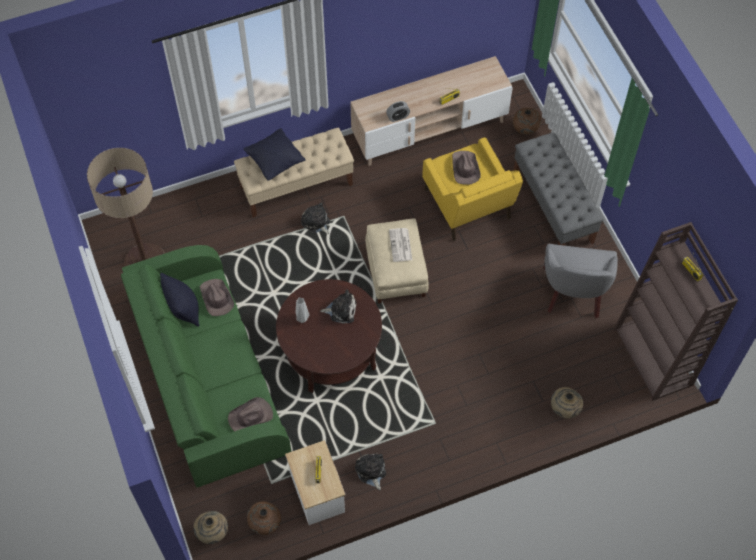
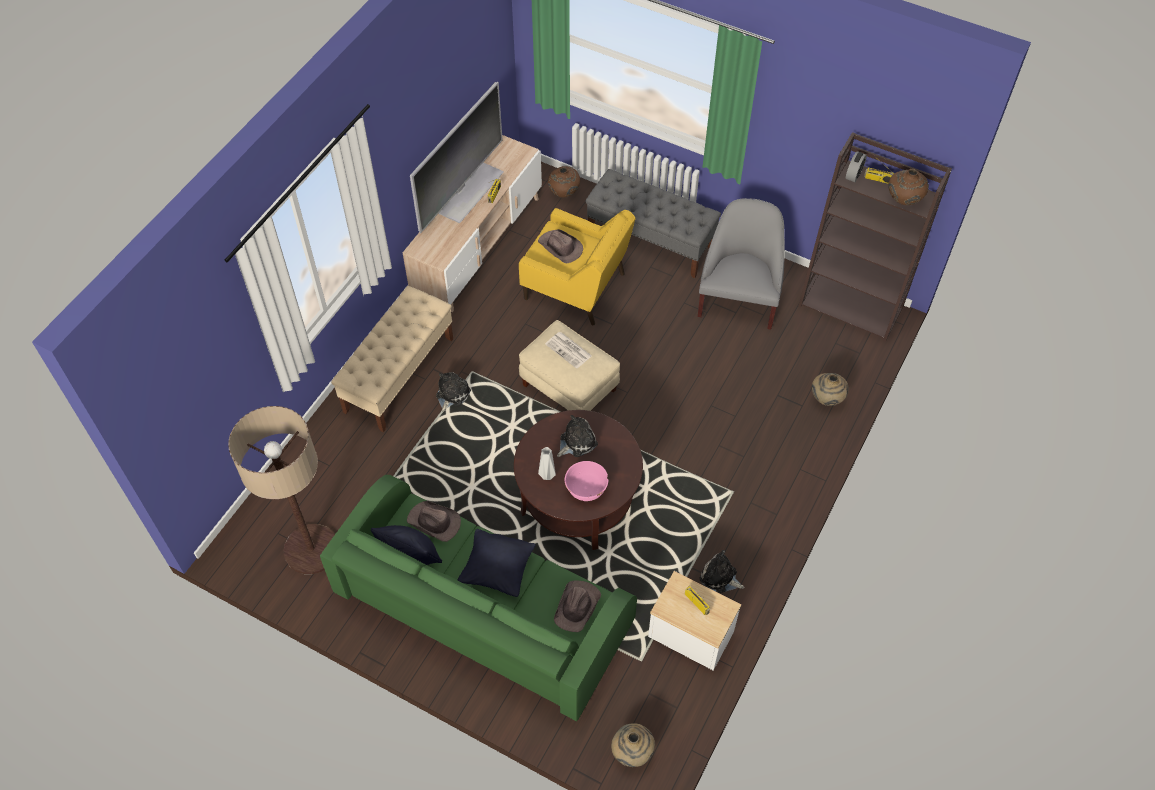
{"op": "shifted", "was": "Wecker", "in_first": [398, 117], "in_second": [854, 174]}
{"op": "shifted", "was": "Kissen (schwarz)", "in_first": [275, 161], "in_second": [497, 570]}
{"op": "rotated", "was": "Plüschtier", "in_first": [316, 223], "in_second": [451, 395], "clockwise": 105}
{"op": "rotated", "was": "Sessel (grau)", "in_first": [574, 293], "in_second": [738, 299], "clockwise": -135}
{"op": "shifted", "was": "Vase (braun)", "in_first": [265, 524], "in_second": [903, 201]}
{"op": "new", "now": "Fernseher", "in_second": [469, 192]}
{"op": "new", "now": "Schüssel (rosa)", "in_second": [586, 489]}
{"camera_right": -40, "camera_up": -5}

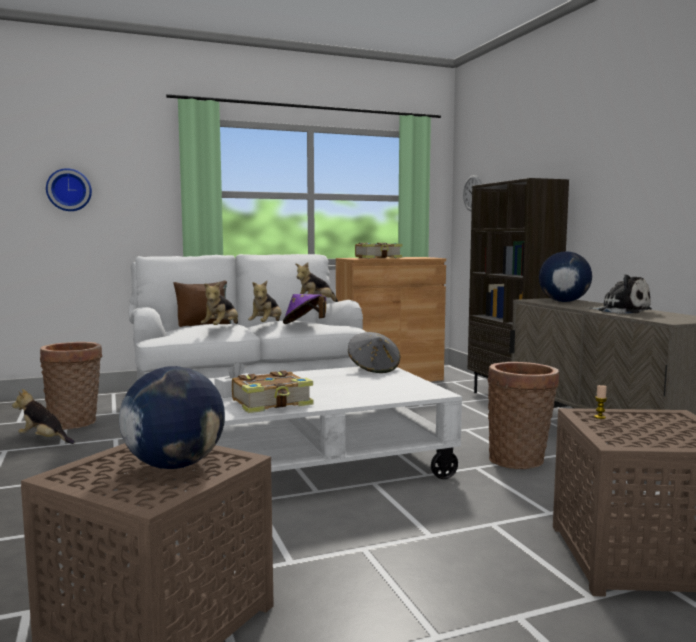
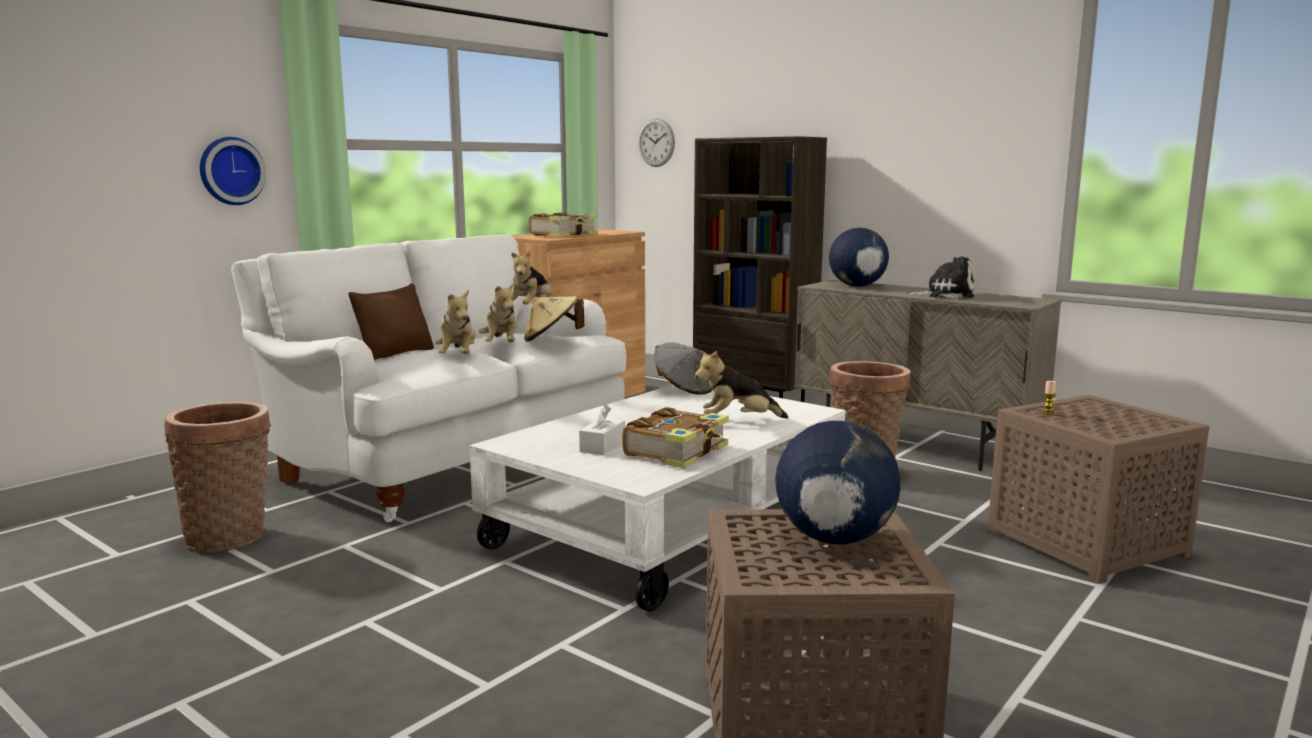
{"op": "shifted", "was": "Wanduhr", "in_first": [69, 190], "in_second": [230, 171]}
{"op": "repainted", "was": "Hut (lila)", "now": "Hut (beige)", "in_first": [303, 324], "in_second": [552, 339]}
{"op": "shifted", "was": "Plüschtier", "in_first": [44, 440], "in_second": [738, 421]}
{"camera_right": -30, "camera_up": 5}

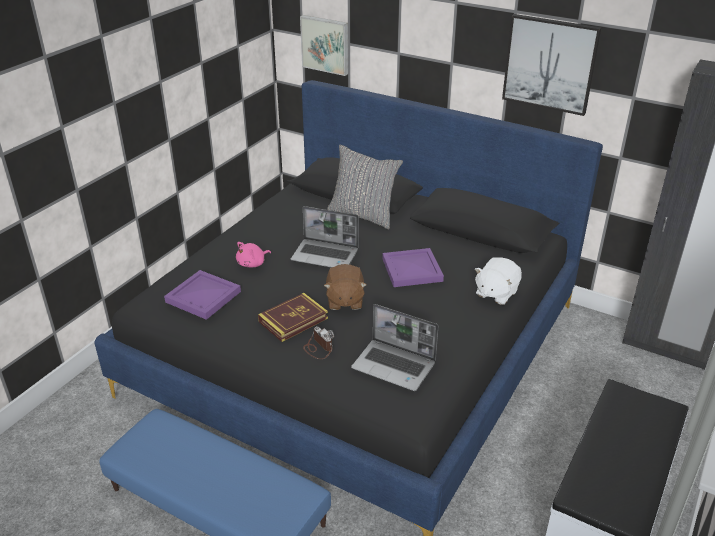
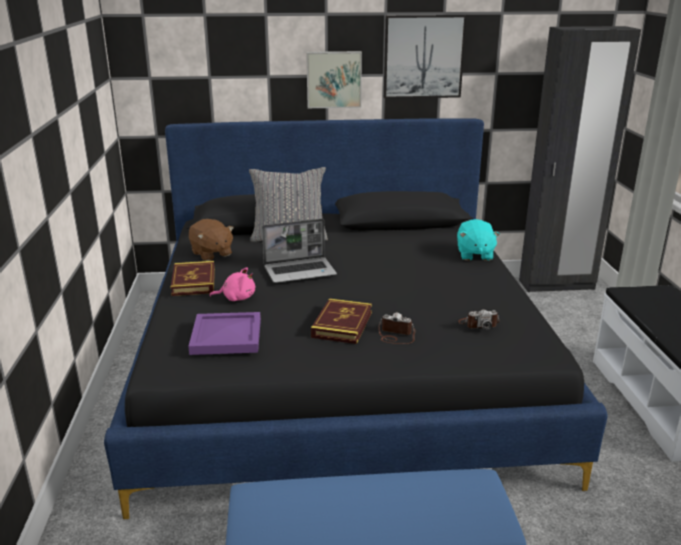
{"op": "shifted", "was": "Bild", "in_first": [326, 44], "in_second": [333, 79]}
{"op": "rotated", "was": "Plüschtier (rosa)", "in_first": [252, 263], "in_second": [236, 298], "clockwise": -105}
{"op": "gone", "was": "Tablett (lila)", "in_first": [411, 269]}
{"op": "repainted", "was": "Plüschtier (weiß)", "now": "Plüschtier (türkis)", "in_first": [496, 293], "in_second": [474, 255]}
{"op": "shifted", "was": "Plüschtier (braun)", "in_first": [344, 300], "in_second": [211, 254]}
{"op": "swapped", "was": "Laptop", "now": "Kamera", "in_first": [395, 366], "in_second": [478, 324]}
{"op": "new", "now": "Buch", "in_second": [194, 282]}
{"camera_right": -35, "camera_up": -10}

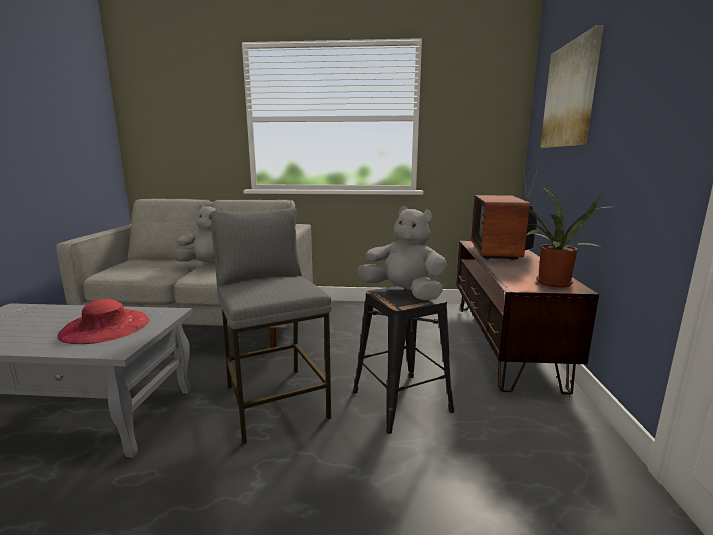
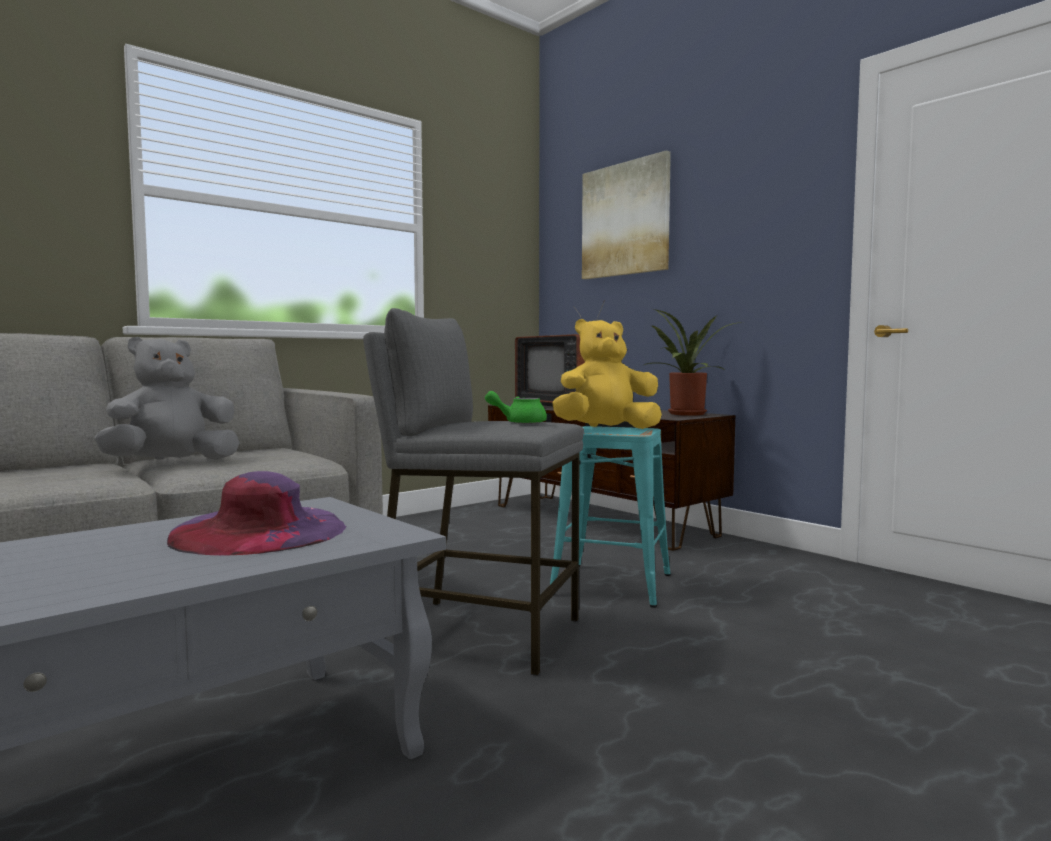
{"op": "repainted", "was": "Plüschtier (grau)", "now": "Plüschtier (gelb)", "in_first": [403, 293], "in_second": [606, 429]}
{"op": "repainted", "was": "Hocker (schwarz)", "now": "Hocker (türkis)", "in_first": [402, 401], "in_second": [612, 584]}
{"op": "repainted", "was": "Hut (rot)", "now": "Hut (lila)", "in_first": [105, 326], "in_second": [259, 531]}
{"op": "new", "now": "Teekanne (grün)", "in_second": [519, 422]}
{"camera_right": -45, "camera_up": -10}

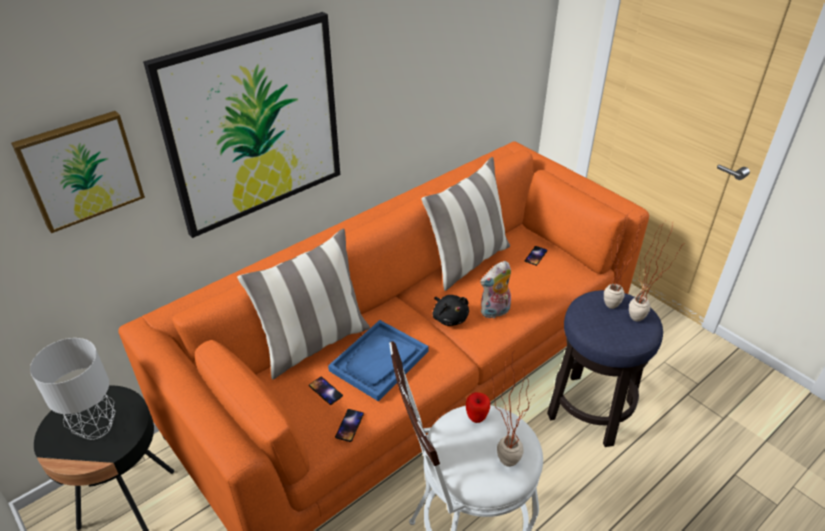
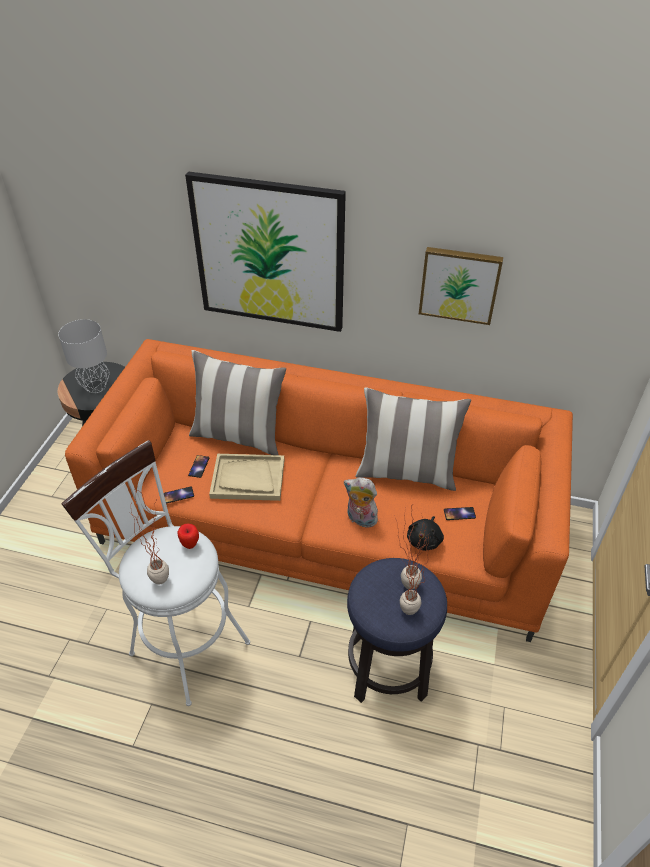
{"op": "shifted", "was": "Bild", "in_first": [80, 169], "in_second": [459, 284]}
{"op": "shifted", "was": "Plüschtier (schwarz)", "in_first": [449, 317], "in_second": [424, 540]}
{"op": "repainted", "was": "Tablett (blau)", "now": "Tablett (beige)", "in_first": [379, 361], "in_second": [247, 479]}
{"camera_right": 55, "camera_up": 5}

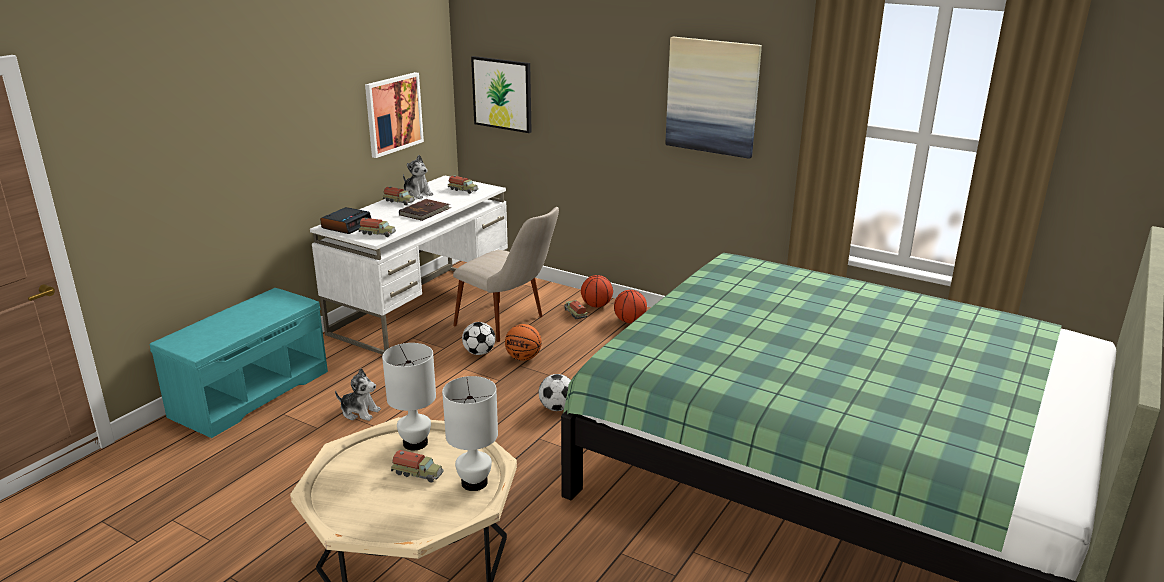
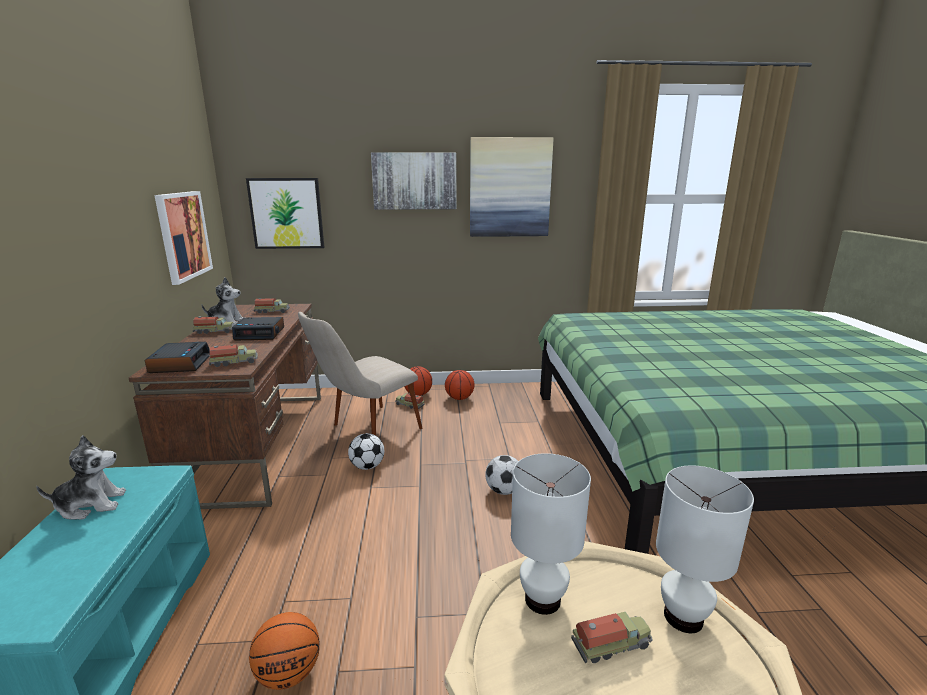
{"op": "repainted", "was": "Schreibtisch (weiß)", "now": "Schreibtisch (braun)", "in_first": [422, 308], "in_second": [257, 444]}
{"op": "swapped", "was": "Buch (braun)", "now": "Wecker", "in_first": [425, 212], "in_second": [260, 334]}
{"op": "rotated", "was": "Stuhl (beige)", "in_first": [510, 325], "in_second": [365, 431], "clockwise": 135}
{"op": "shifted", "was": "Basketball", "in_first": [523, 358], "in_second": [289, 673]}
{"op": "shifted", "was": "Plüschtier", "in_first": [359, 412], "in_second": [91, 505]}
{"op": "new", "now": "Bild", "in_second": [414, 181]}
{"camera_right": -35, "camera_up": -5}

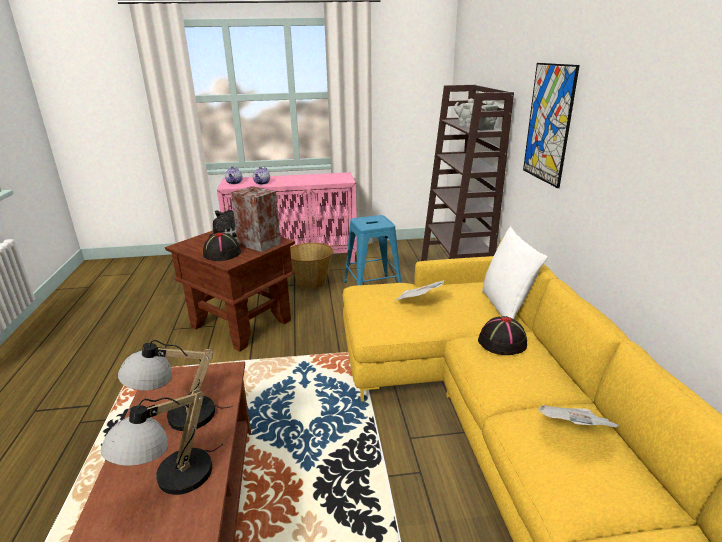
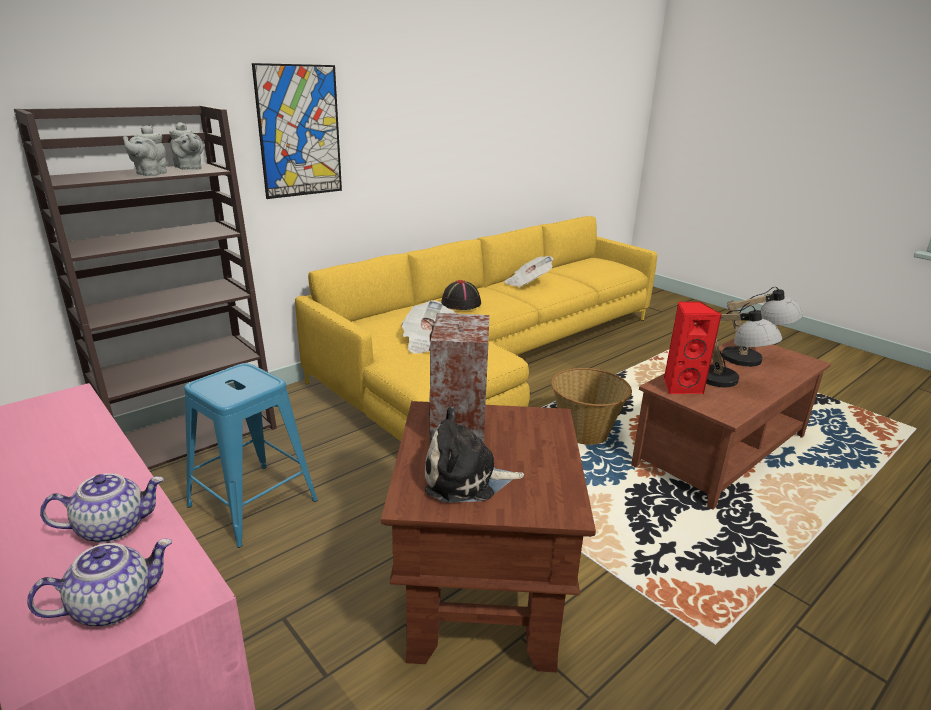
{"op": "gone", "was": "Kissen (weiß)", "in_first": [505, 307]}
{"op": "gone", "was": "Hut (schwarz)", "in_first": [222, 253]}
{"op": "shifted", "was": "Korb", "in_first": [311, 282], "in_second": [584, 433]}
{"op": "new", "now": "Lautsprecher (rot)", "in_second": [681, 386]}
{"camera_right": -125, "camera_up": 0}

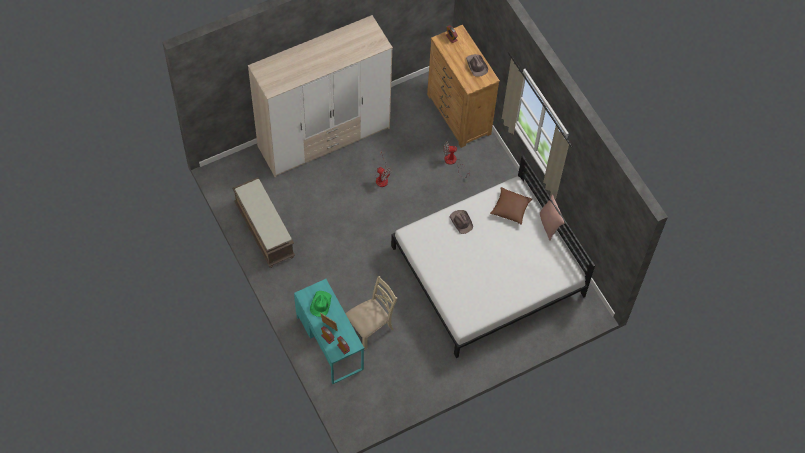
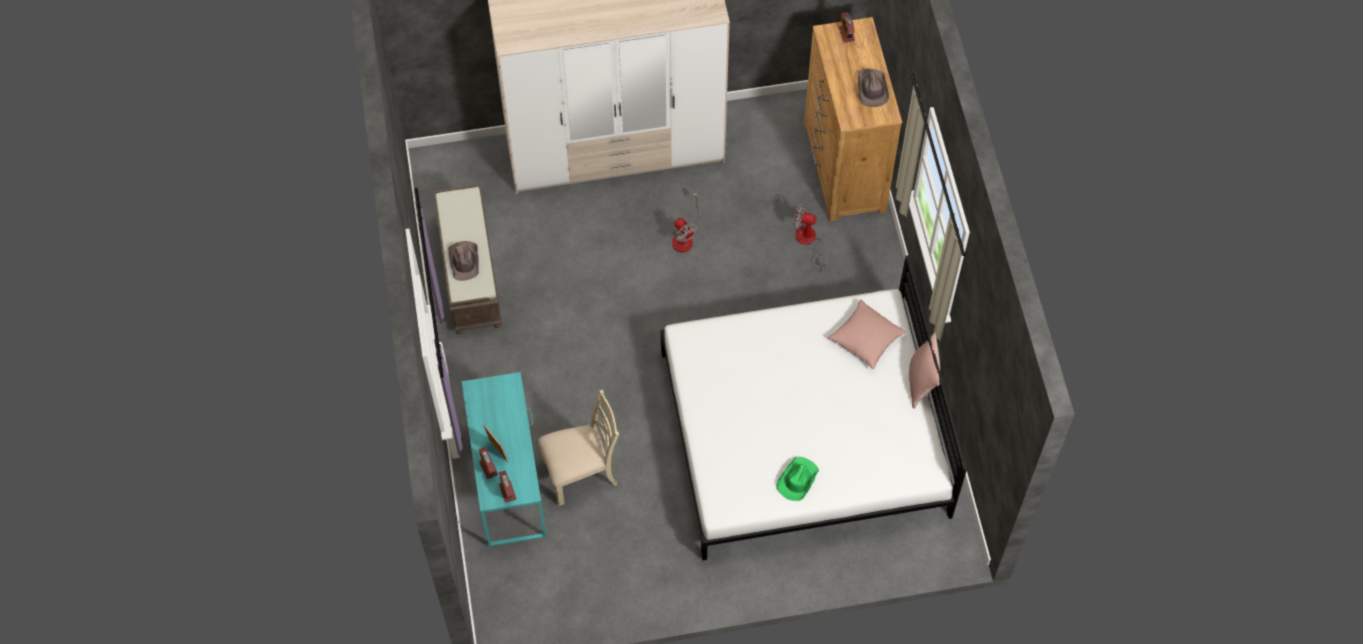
{"op": "repainted", "was": "Kissen (braun)", "now": "Kissen (rosa)", "in_first": [510, 209], "in_second": [866, 339]}
{"op": "shifted", "was": "Hut (braun)", "in_first": [461, 221], "in_second": [464, 260]}
{"op": "shifted", "was": "Hut (grün)", "in_first": [320, 304], "in_second": [797, 480]}
{"camera_right": 20, "camera_up": 0}

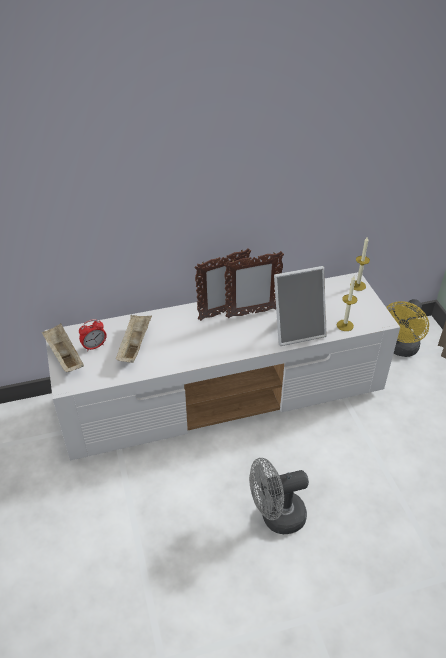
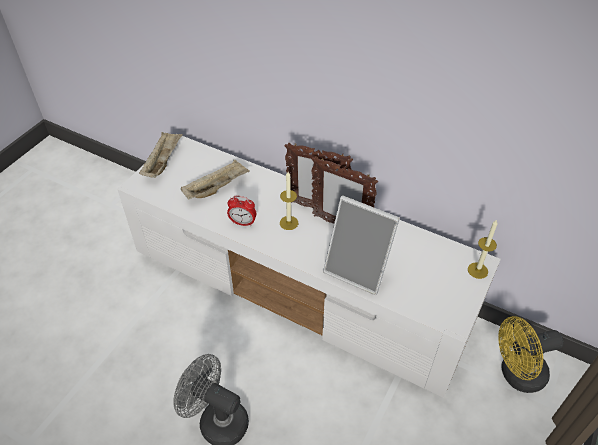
{"op": "shifted", "was": "Kerze", "in_first": [345, 325], "in_second": [289, 223]}
{"op": "shifted", "was": "Wecker", "in_first": [94, 346], "in_second": [243, 222]}
{"camera_right": 45, "camera_up": 5}

